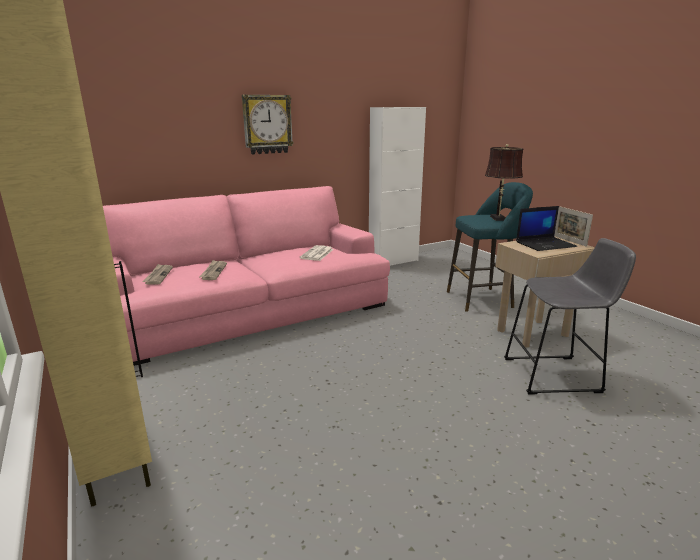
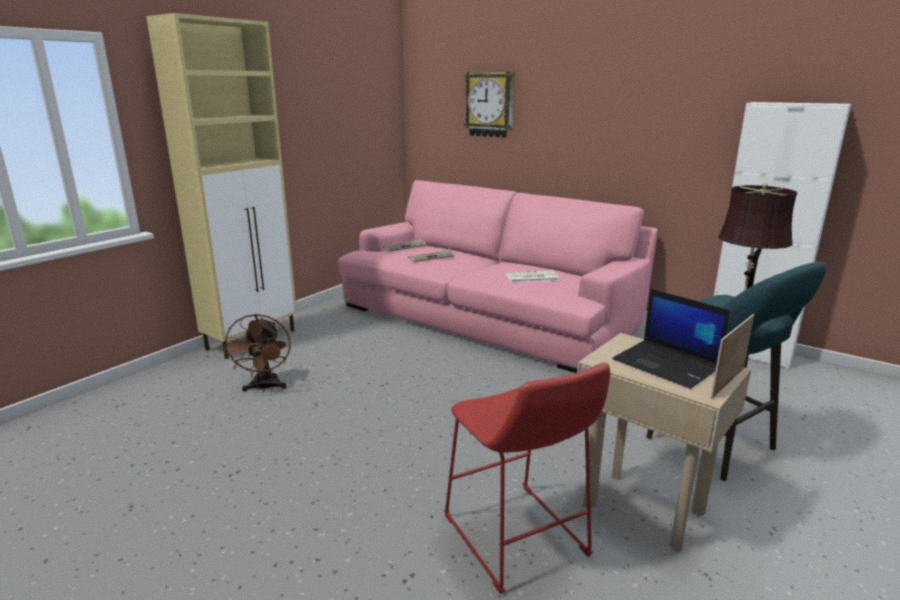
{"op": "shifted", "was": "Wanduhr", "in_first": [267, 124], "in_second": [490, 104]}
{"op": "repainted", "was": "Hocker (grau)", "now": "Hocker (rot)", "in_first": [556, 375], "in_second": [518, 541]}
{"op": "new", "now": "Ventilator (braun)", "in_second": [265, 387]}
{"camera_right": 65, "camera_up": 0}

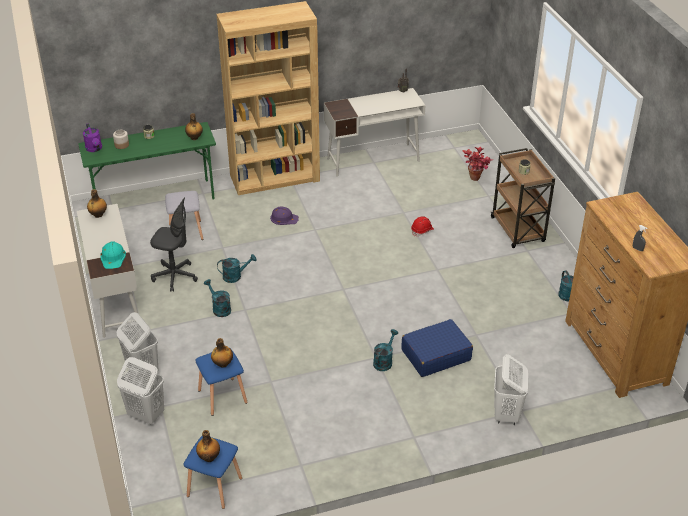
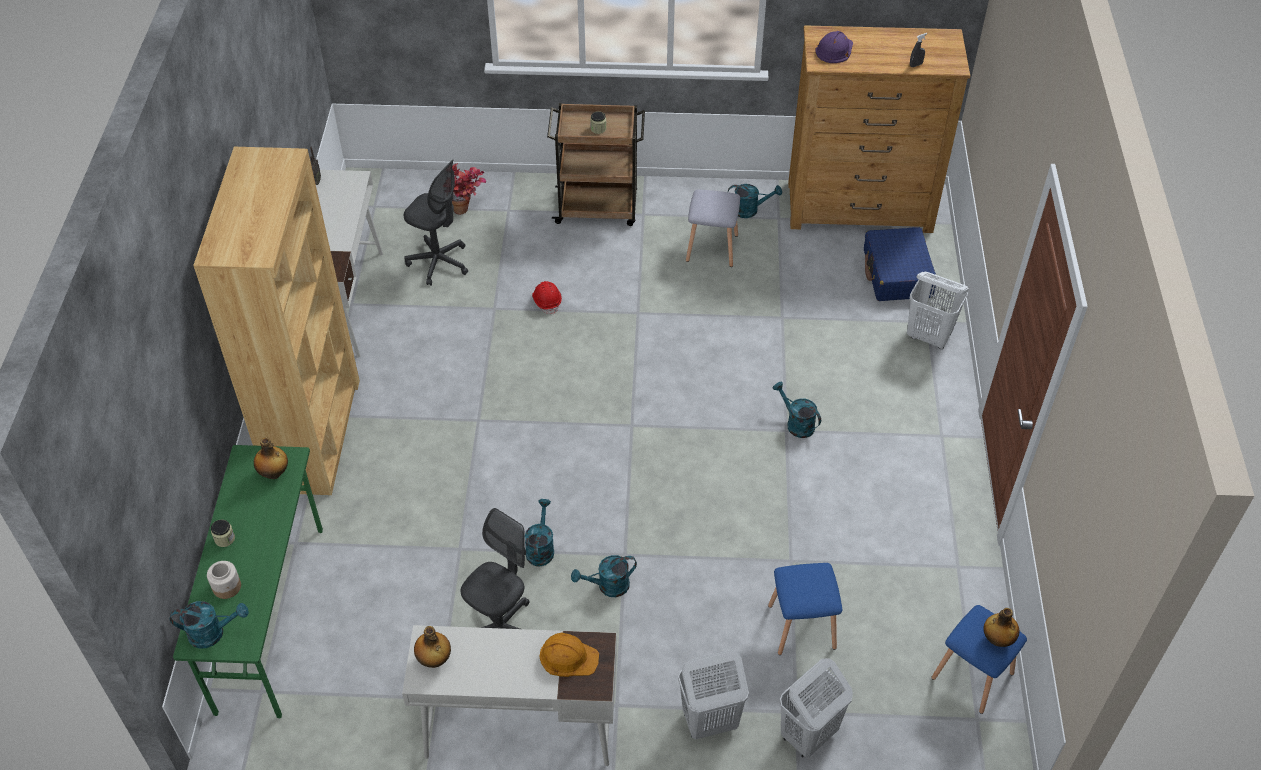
{"op": "repainted", "was": "Gießkanne (lila)", "now": "Gießkanne (türkis)", "in_first": [94, 149], "in_second": [213, 633]}
{"op": "shifted", "was": "Hocker (grau)", "in_first": [185, 232], "in_second": [712, 249]}
{"op": "shifted", "was": "Schutzhelm (lila)", "in_first": [284, 218], "in_second": [834, 50]}
{"op": "repainted", "was": "Schutzhelm (türkis)", "now": "Schutzhelm (orange)", "in_first": [113, 257], "in_second": [568, 657]}
{"op": "shifted", "was": "Koffer (blau)", "in_first": [435, 355], "in_second": [897, 274]}
{"op": "gone", "was": "Flasche", "in_first": [222, 364]}
{"op": "new", "now": "Bürostuhl (grau)", "in_second": [439, 263]}
{"camera_right": -70, "camera_up": 10}

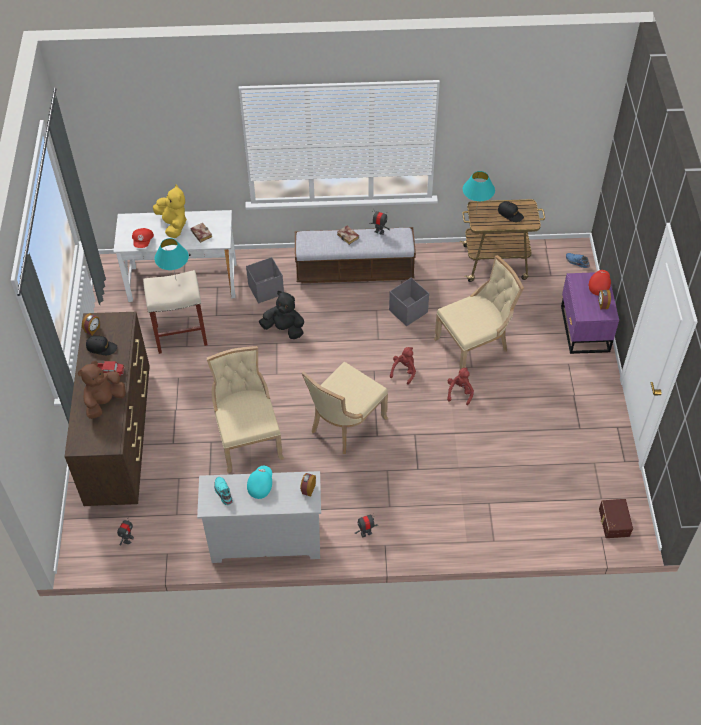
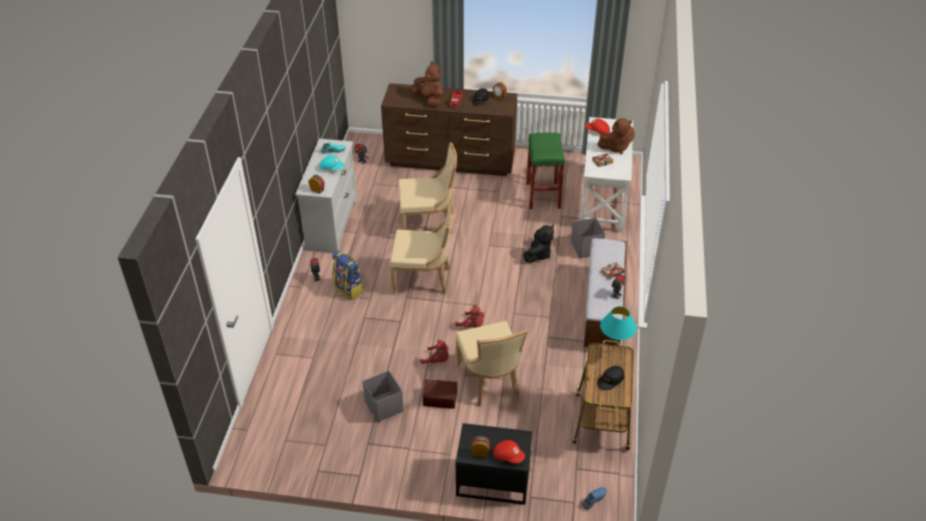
{"op": "repainted", "was": "Plüschtier (gelb)", "now": "Plüschtier (braun)", "in_first": [173, 225], "in_second": [616, 147]}
{"op": "gone", "was": "Tischlampe (türkis)", "in_first": [176, 280]}
{"op": "repainted", "was": "Hocker (beige)", "now": "Hocker (grün)", "in_first": [180, 335], "in_second": [542, 195]}
{"op": "repainted", "was": "Nachttisch (lila)", "now": "Nachttisch (schwarz)", "in_first": [583, 329], "in_second": [492, 479]}
{"op": "shifted", "was": "Aufbewahrungsbox (grau)", "in_first": [407, 311], "in_second": [384, 406]}
{"op": "rotated", "was": "Stuhl (beige)", "in_first": [345, 425], "in_second": [424, 279], "clockwise": 135}
{"op": "shifted", "was": "Aufbewahrungsbox (braun)", "in_first": [613, 522], "in_second": [440, 397]}
{"op": "new", "now": "Rucksack", "in_second": [349, 289]}
{"camera_right": 100, "camera_up": -10}

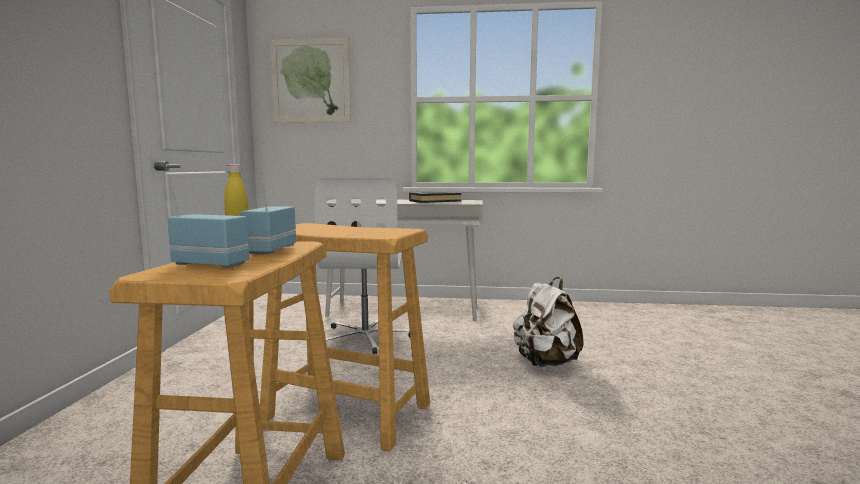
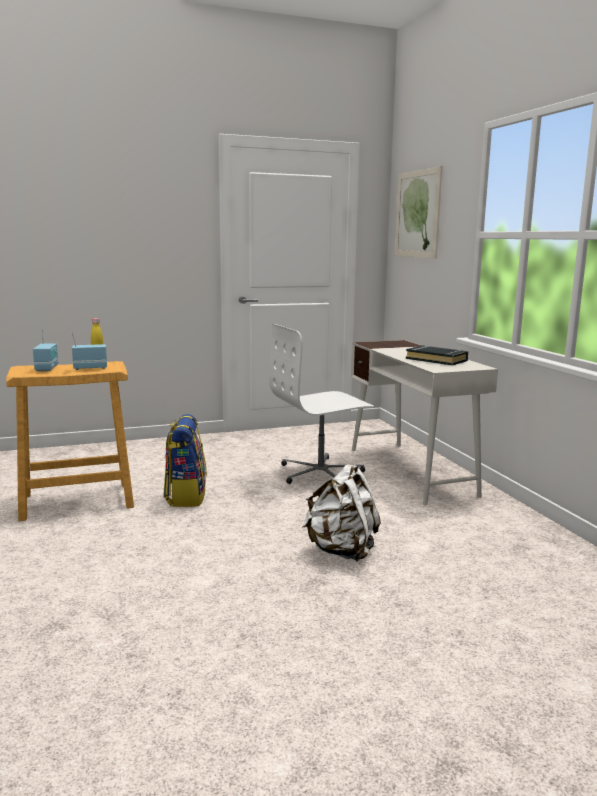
{"op": "swapped", "was": "Hocker (beige)", "now": "Rucksack", "in_first": [346, 411], "in_second": [185, 496]}
{"camera_right": 65, "camera_up": 5}

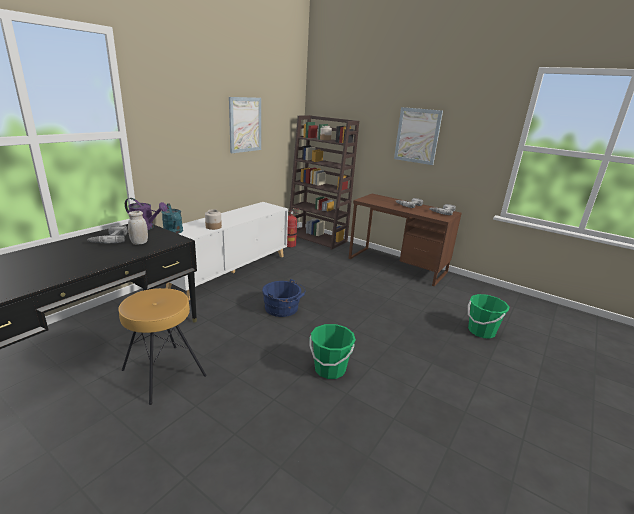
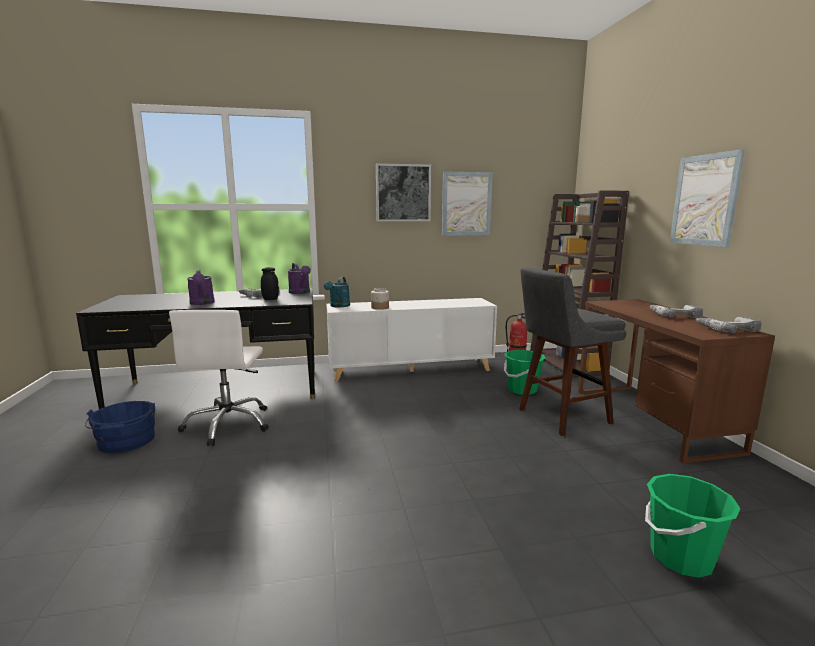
{"op": "repainted", "was": "Vorratsglas (weiß)", "now": "Vorratsglas (schwarz)", "in_first": [139, 243], "in_second": [270, 299]}
{"op": "shifted", "was": "Eimer (blau)", "in_first": [283, 308], "in_second": [126, 442]}
{"op": "swapped", "was": "Hocker (braun)", "now": "Bürostuhl (weiß)", "in_first": [163, 373], "in_second": [228, 424]}
{"op": "shifted", "was": "Eimer (grün)", "in_first": [329, 369], "in_second": [522, 390]}
{"op": "new", "now": "Bild", "in_second": [403, 193]}
{"op": "new", "now": "Hocker (grau)", "in_second": [560, 417]}
{"op": "new", "now": "Gießkanne (lila)", "in_second": [202, 303]}
{"camera_right": 45, "camera_up": -10}

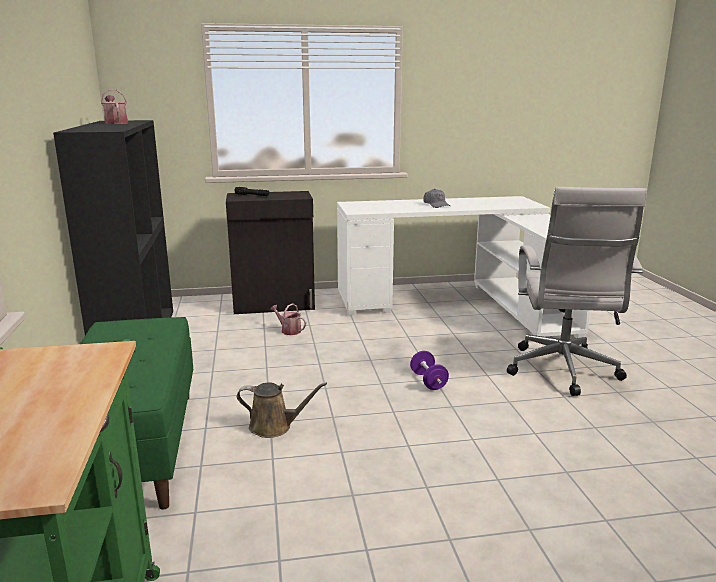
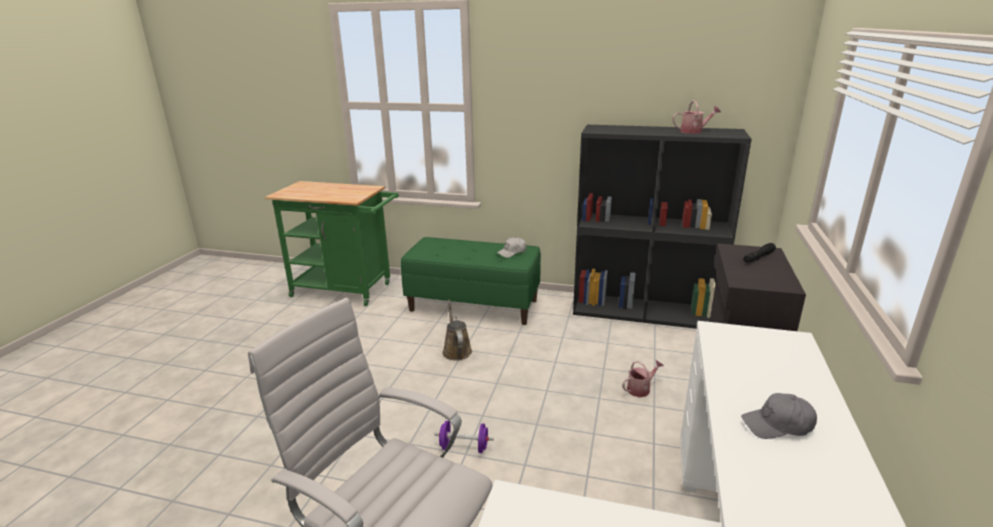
{"op": "rotated", "was": "Gießkanne (braun)", "in_first": [274, 427], "in_second": [456, 350], "clockwise": 135}
{"op": "new", "now": "Kappe (weiß)", "in_second": [512, 252]}
{"camera_right": 115, "camera_up": 5}

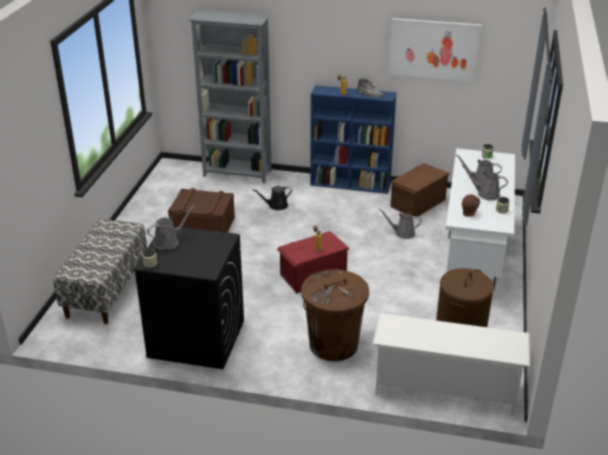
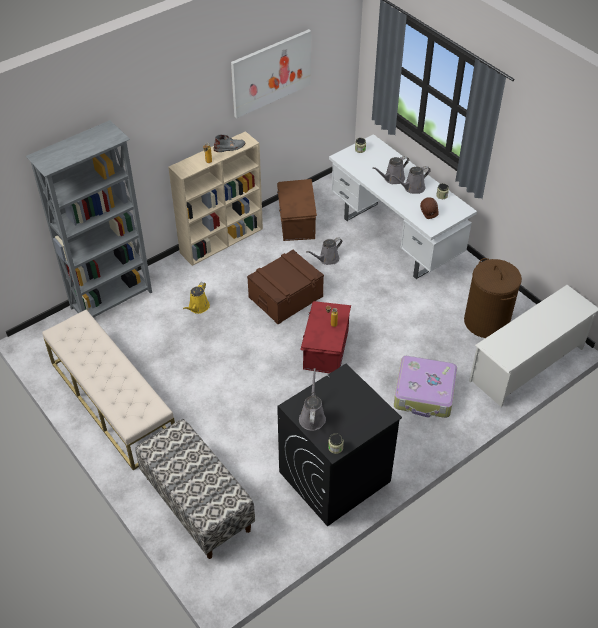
{"op": "repainted", "was": "Bücherregal (blau)", "now": "Bücherregal (beige)", "in_first": [351, 184], "in_second": [222, 240]}
{"op": "repainted", "was": "Gießkanne (schwarz)", "now": "Gießkanne (gelb)", "in_first": [276, 206], "in_second": [198, 307]}
{"op": "shifted", "was": "Aufbewahrungsbox (braun)", "in_first": [203, 226], "in_second": [285, 296]}
{"op": "swapped", "was": "Mülleimer (braun)", "now": "Koffer", "in_first": [334, 344], "in_second": [424, 393]}
{"op": "new", "now": "Bank (beige)", "in_second": [112, 402]}
{"camera_right": -50, "camera_up": 15}

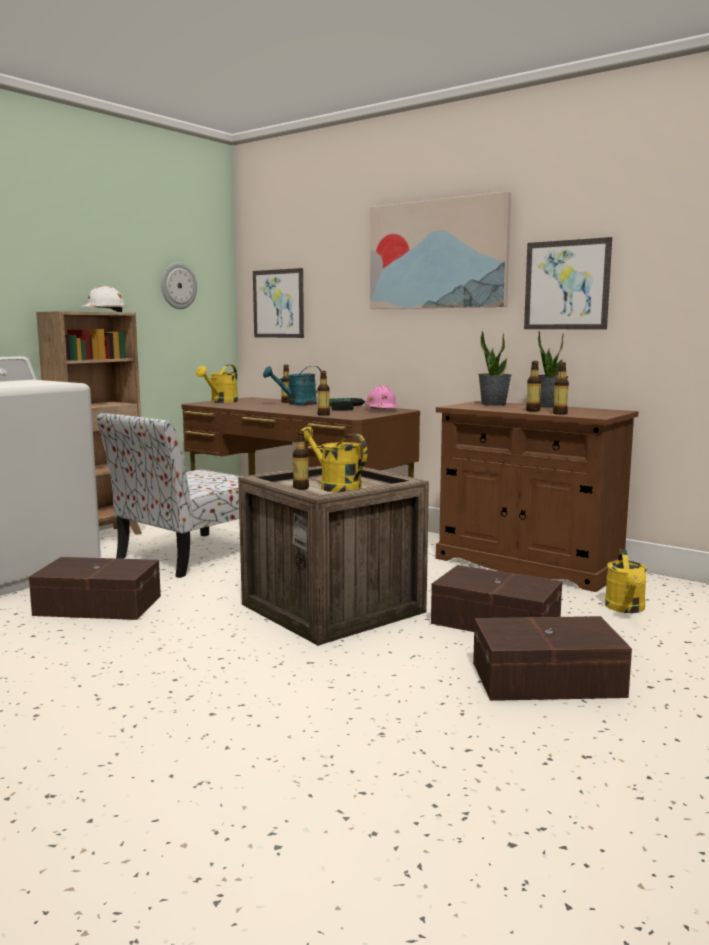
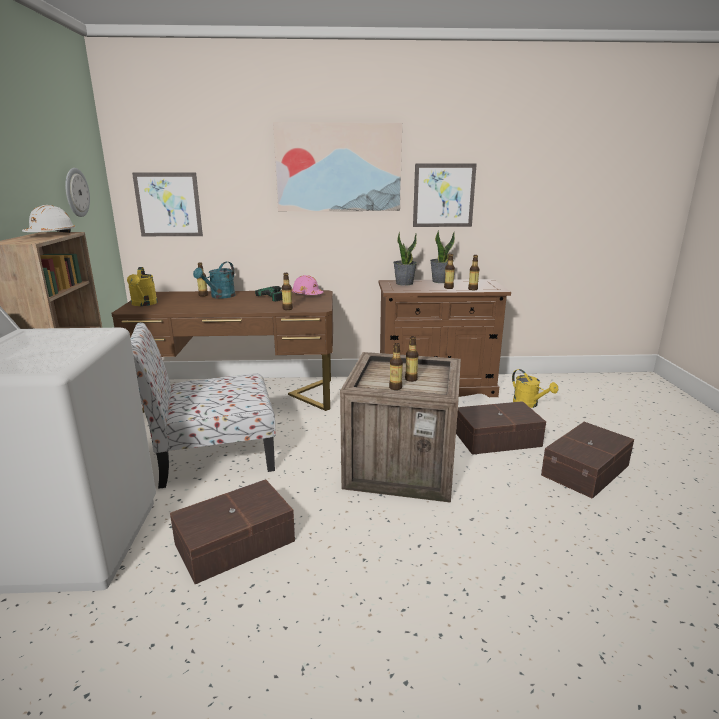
{"op": "rotated", "was": "Stuhl", "in_first": [190, 555], "in_second": [212, 456], "clockwise": 75}
{"op": "swapped", "was": "Gießkanne (gelb)", "now": "Flasche", "in_first": [335, 487], "in_second": [411, 379]}
{"camera_right": -40, "camera_up": 10}

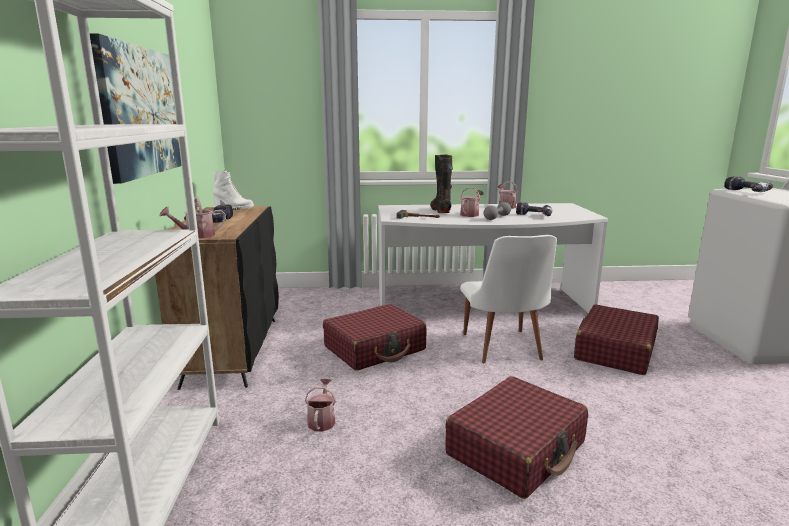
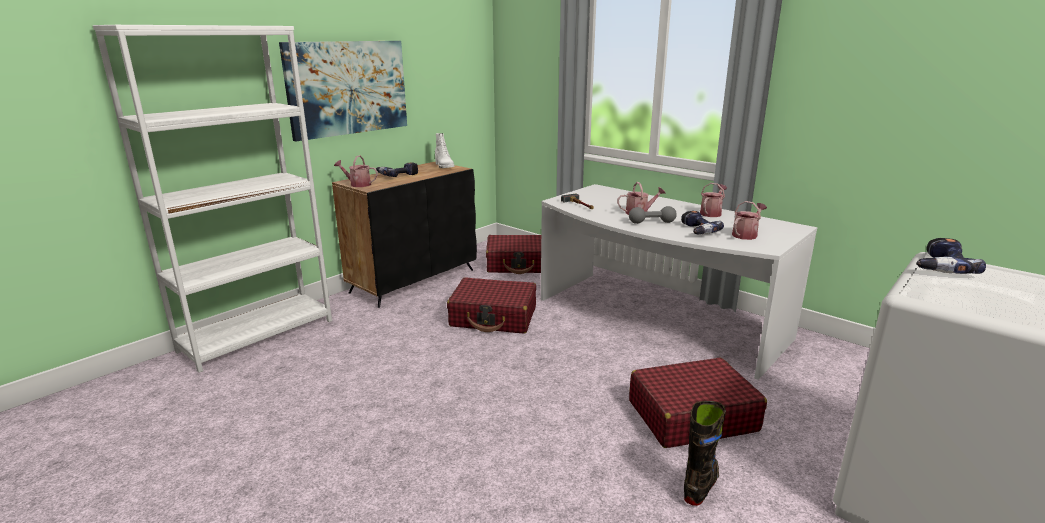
{"op": "shifted", "was": "Stiefel (schwarz)", "in_first": [440, 210], "in_second": [700, 485]}
{"op": "gone", "was": "Stuhl (weiß)", "in_first": [503, 350]}
{"op": "shifted", "was": "Koffer (rot)", "in_first": [516, 449], "in_second": [519, 264]}
{"op": "shifted", "was": "Gießkanne", "in_first": [322, 420], "in_second": [746, 234]}
{"camera_right": 45, "camera_up": 5}

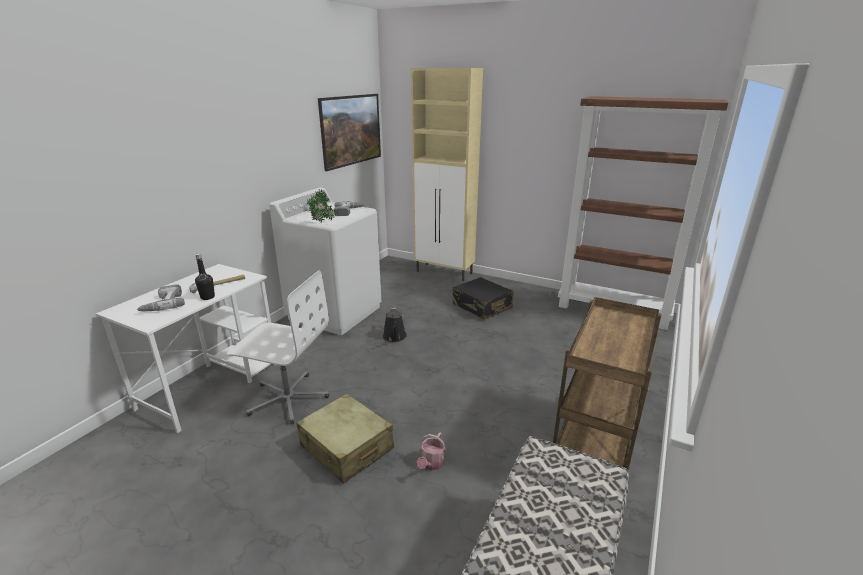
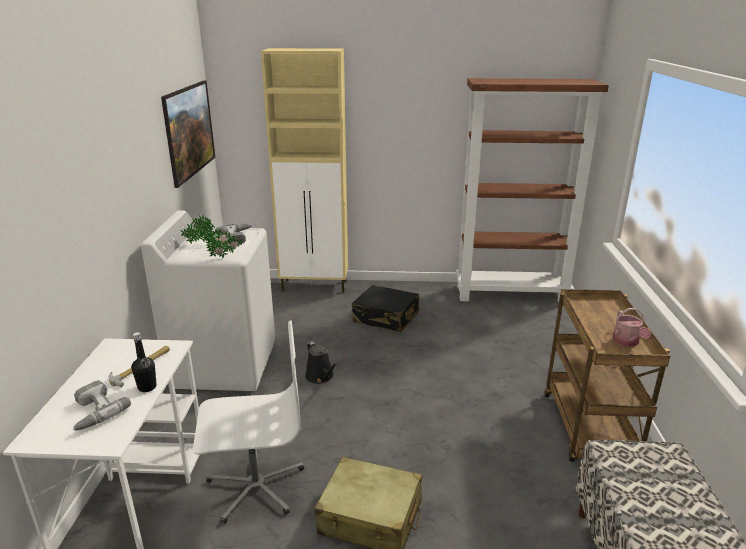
{"op": "shifted", "was": "Gießkanne", "in_first": [431, 464], "in_second": [627, 342]}
{"camera_right": -25, "camera_up": 0}

